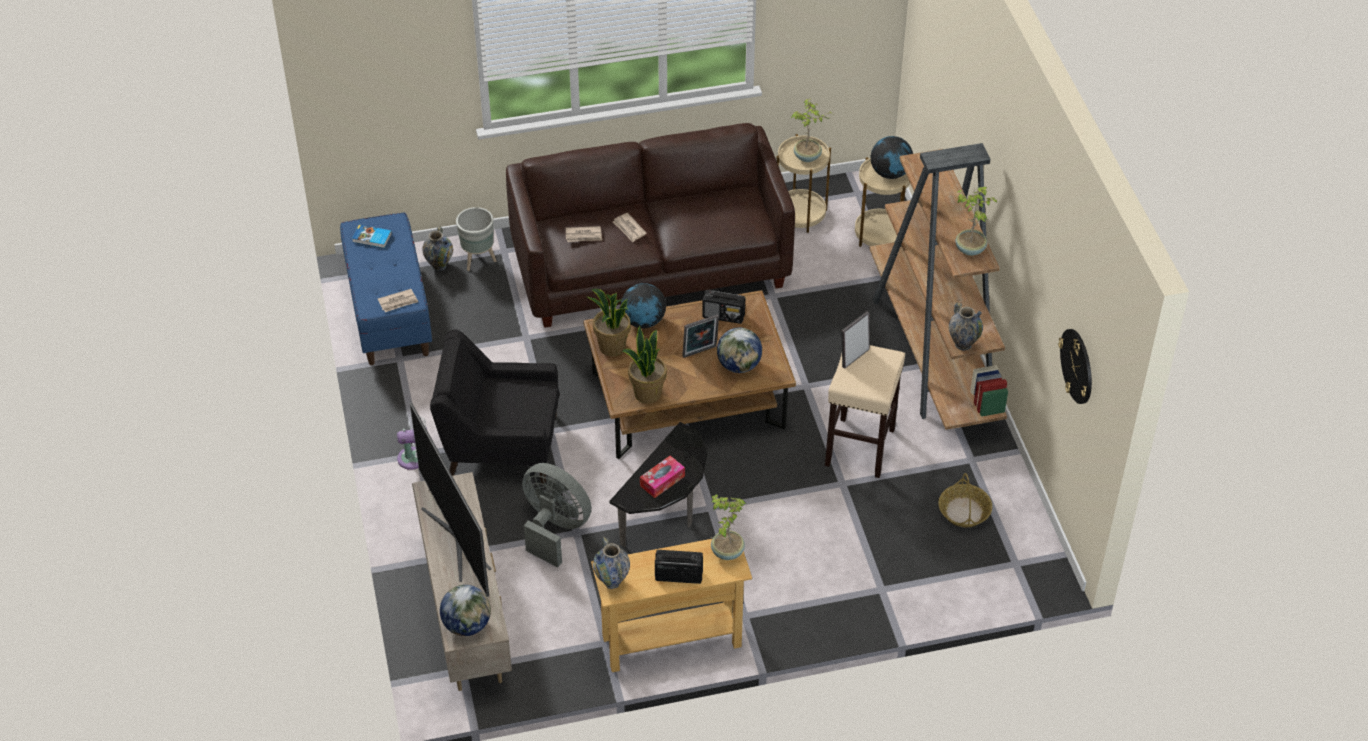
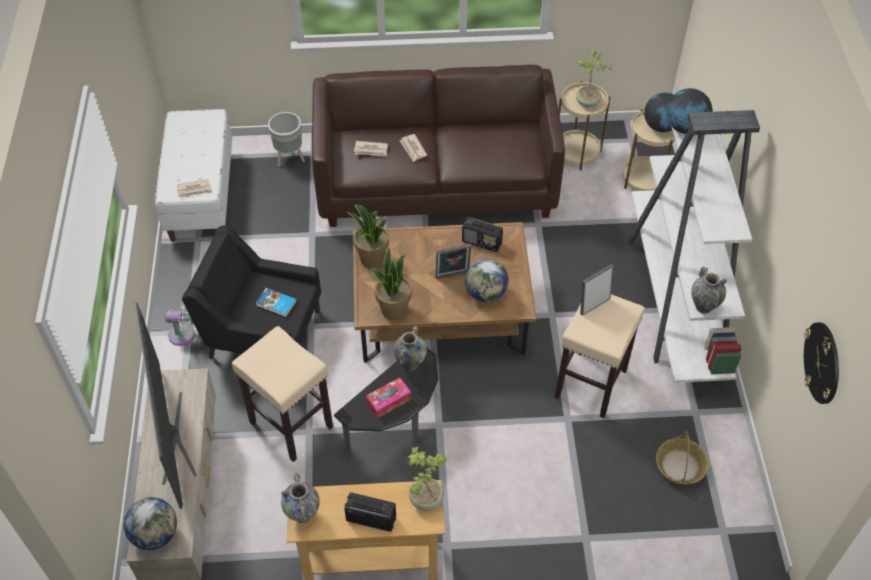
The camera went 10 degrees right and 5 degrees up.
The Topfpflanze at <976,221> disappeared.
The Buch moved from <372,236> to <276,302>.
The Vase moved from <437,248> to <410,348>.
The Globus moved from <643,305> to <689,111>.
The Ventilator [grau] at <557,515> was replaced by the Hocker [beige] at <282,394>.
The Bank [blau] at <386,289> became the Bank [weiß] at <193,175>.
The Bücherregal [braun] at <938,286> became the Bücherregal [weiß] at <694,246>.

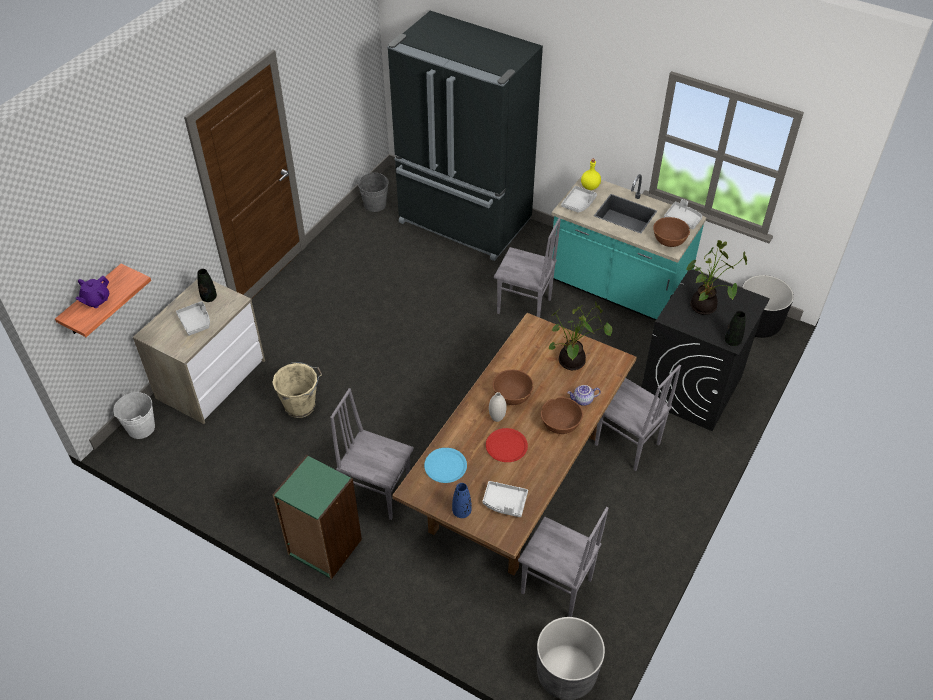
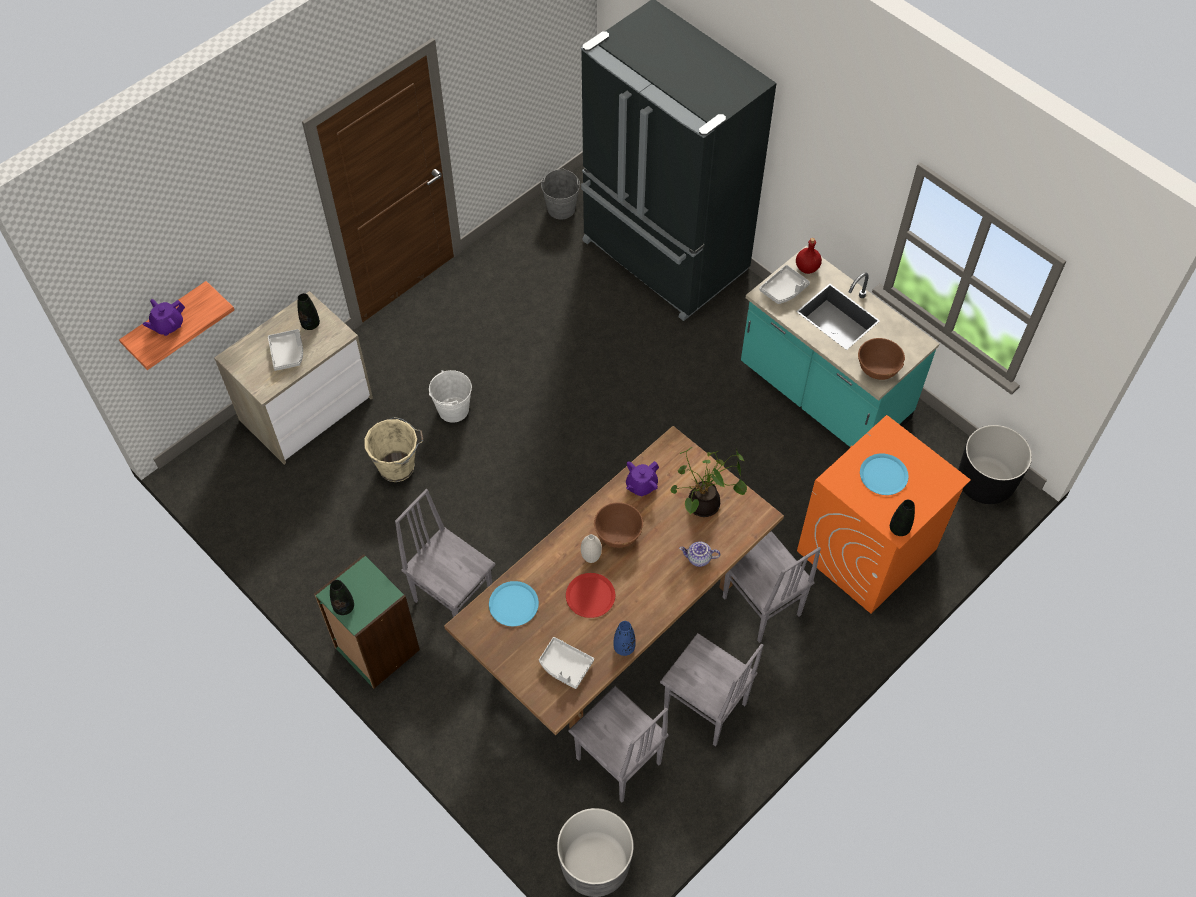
The camera went 15 degrees right and 10 degrees up.
The Schüssel [braun] at <562,415> disappeared.
The Tablett [grau] at <683,214> disappeared.
The Vase [schwarz] at <342,597> appeared.
The Teekanne [lila] at <642,478> appeared.
The Eimer [weiß] moved from <134,415> to <450,396>.
The Vase [blau] moved from <462,500> to <624,638>.
The Stuhl [grau] moved from <527,267> to <712,689>.
The Topfpflanze at <716,277> was replaced by the Teller [blau] at <884,474>.
The Flasche [gelb] at <591,174> became the Flasche [rot] at <809,256>.
The Waschmaschine [schwarz] at <706,350> became the Waschmaschine [orange] at <884,514>.

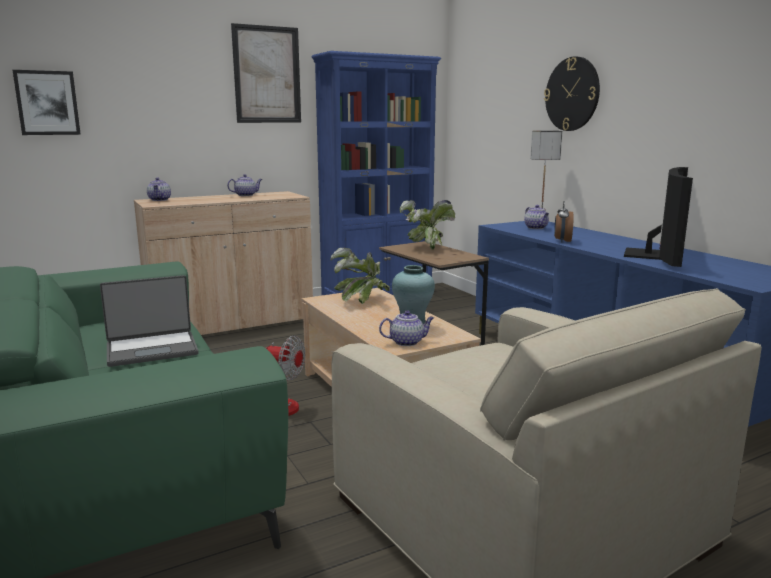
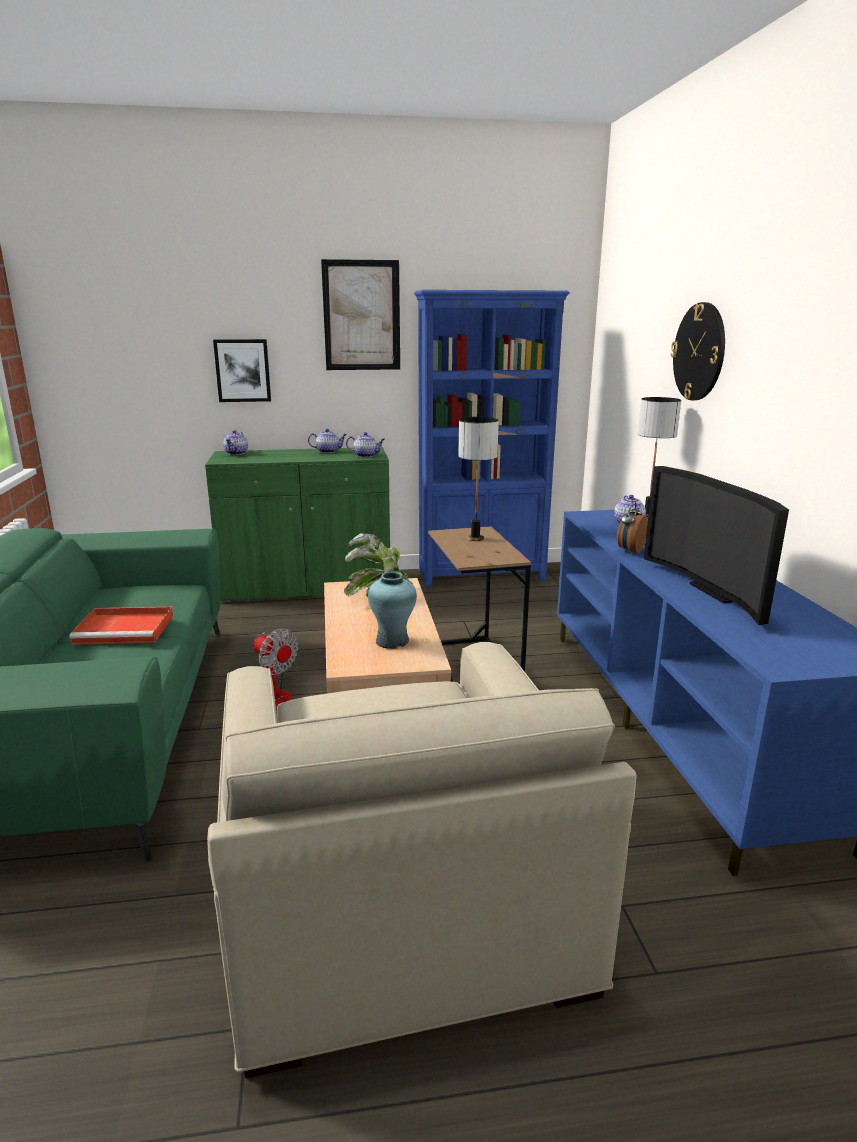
The camera went 20 degrees right and 5 degrees up.
The Bild moved from <47,102> to <242,370>.
The Teekanne moved from <406,328> to <365,444>.
The Laptop at <149,321> was replaced by the Tablett [rot] at <121,625>.
The Topfpflanze at <427,225> was replaced by the Tischlampe at <478,479>.
The Schrank [beige] at <223,263> became the Schrank [grün] at <298,524>.
The Fernseher at <658,217> turned 120 degrees clockwise.

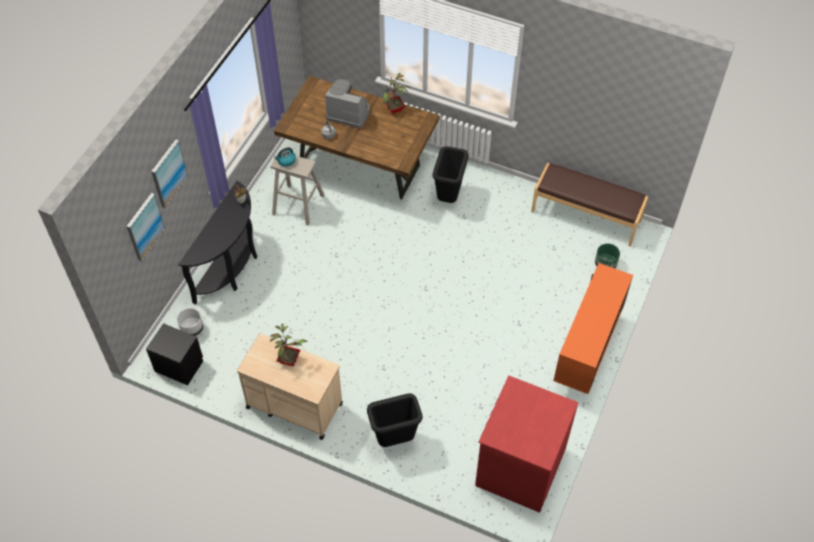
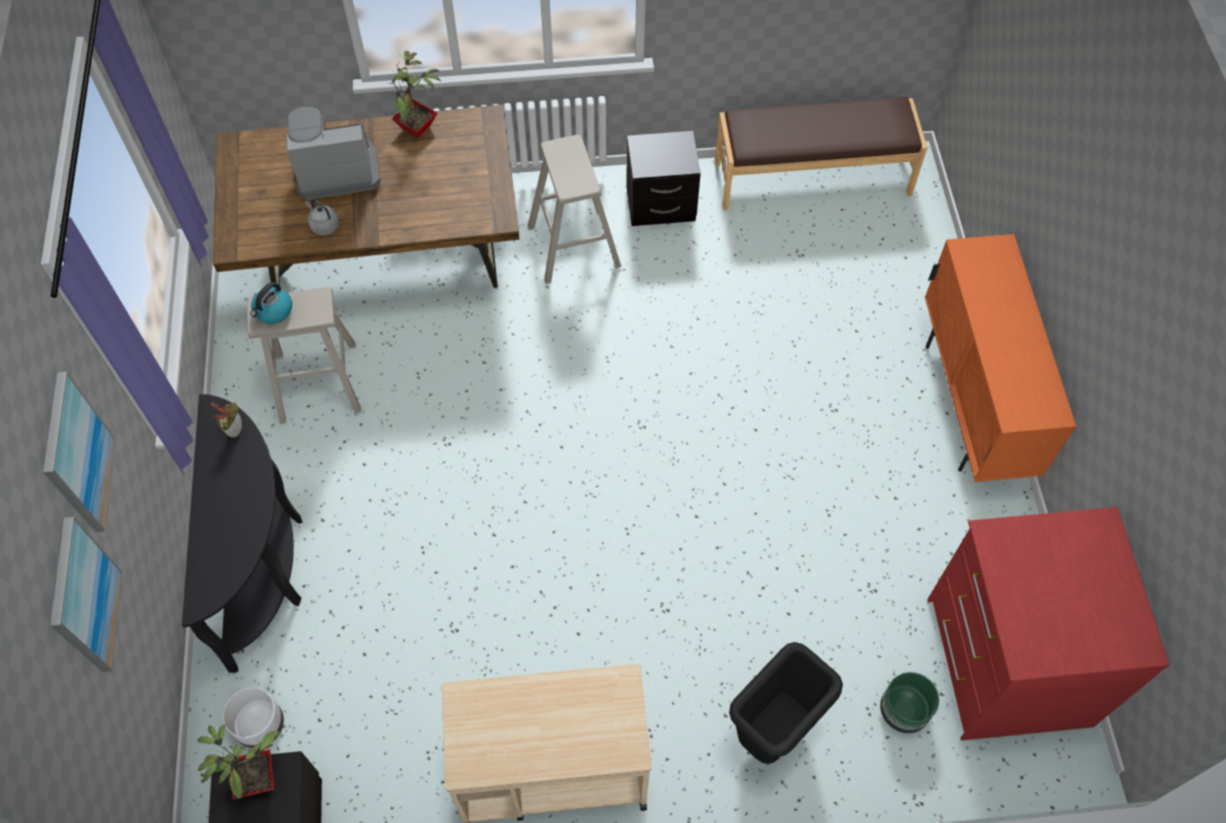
The camera went 30 degrees left and 5 degrees up.
The Nachttisch [schwarz] at <663,178> appeared.
The Topfpflanze moved from <289,345> to <238,762>.
The Pflanzkübel [grün] moved from <607,255> to <909,702>.
The Mülleimer [schwarz] at <450,174> was replaced by the Hocker [beige] at <574,209>.

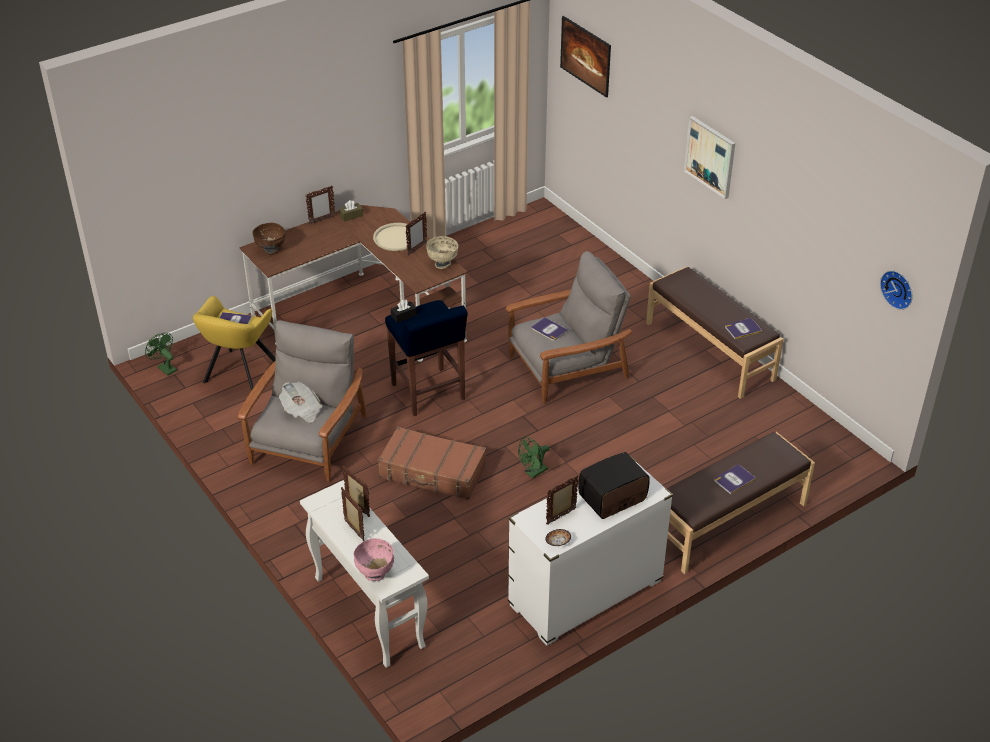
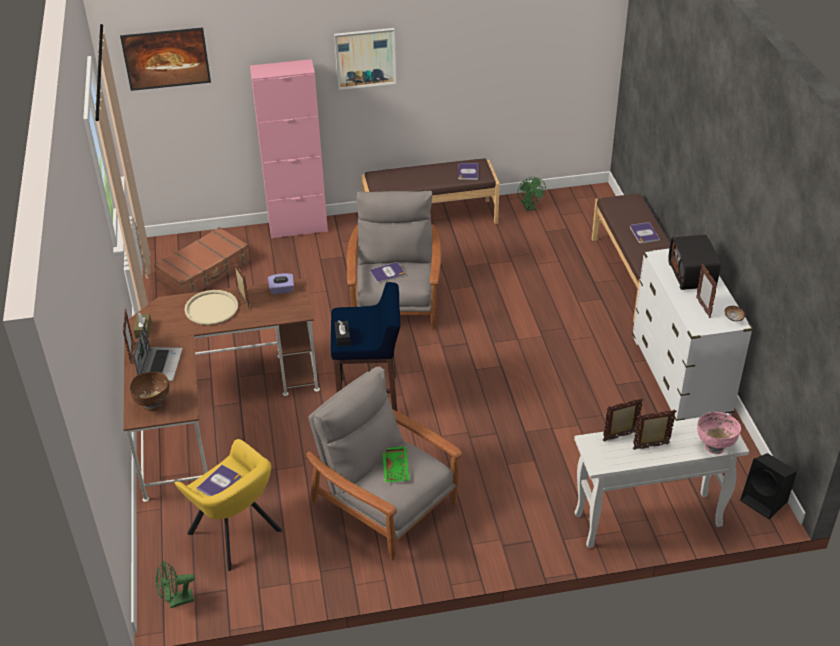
The camera went 65 degrees left and 0 degrees up.
The Wanduhr at <896,290> disappeared.
The Laptop at <157,352> appeared.
The Schrank [rosa] at <289,149> appeared.
The Lautsprecher [schwarz] at <768,486> appeared.
The Koffer [braun] moved from <432,463> to <202,261>.
The Ventilator [grün] moved from <534,457> to <532,194>.
The Zeitung at <300,402> was replaced by the Tablett [grün] at <396,464>.
The Schüssel [beige] at <442,252> was replaced by the Taschentuchbox [lila] at <281,283>.

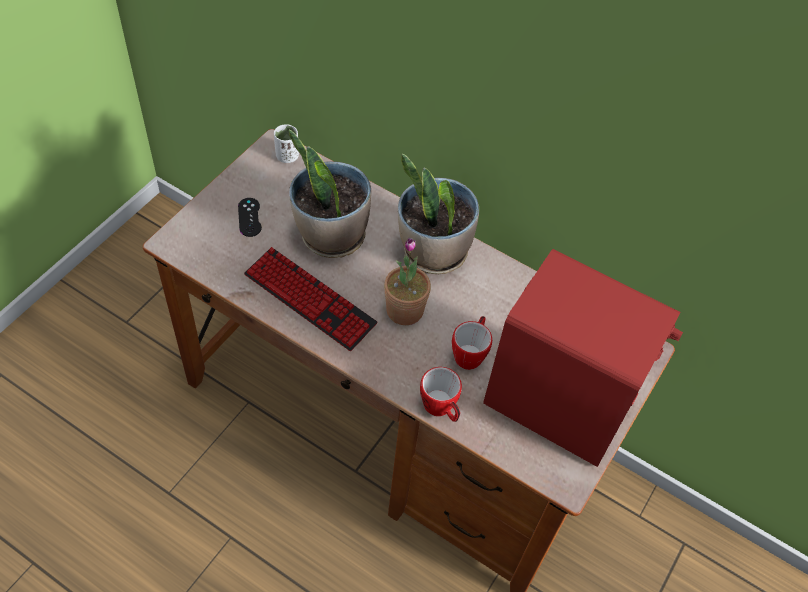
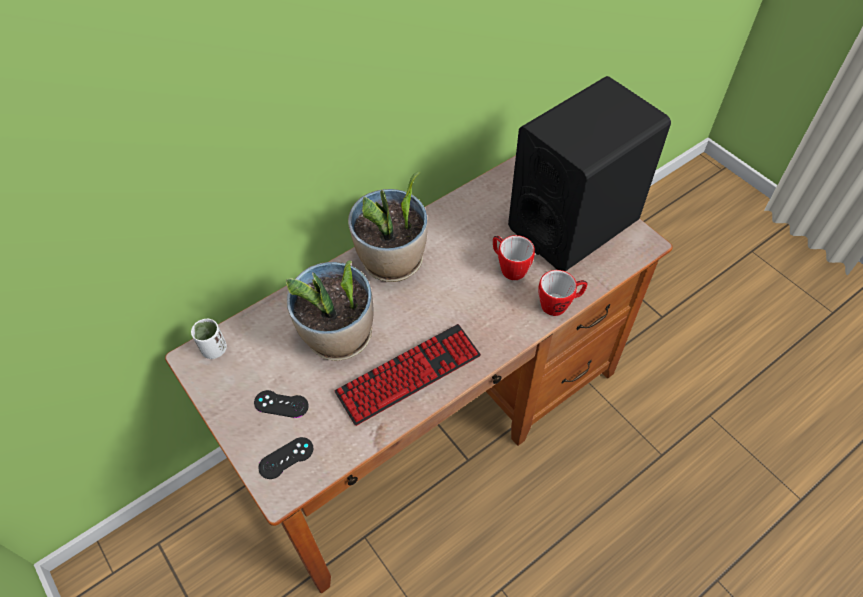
The camera went 65 degrees left and 0 degrees up.
The Topfpflanze at <407,281> disappeared.
The Gamepad [schwarz] at <285,458> appeared.
The Lautsprecher [rot] at <583,358> became the Lautsprecher [schwarz] at <589,173>.

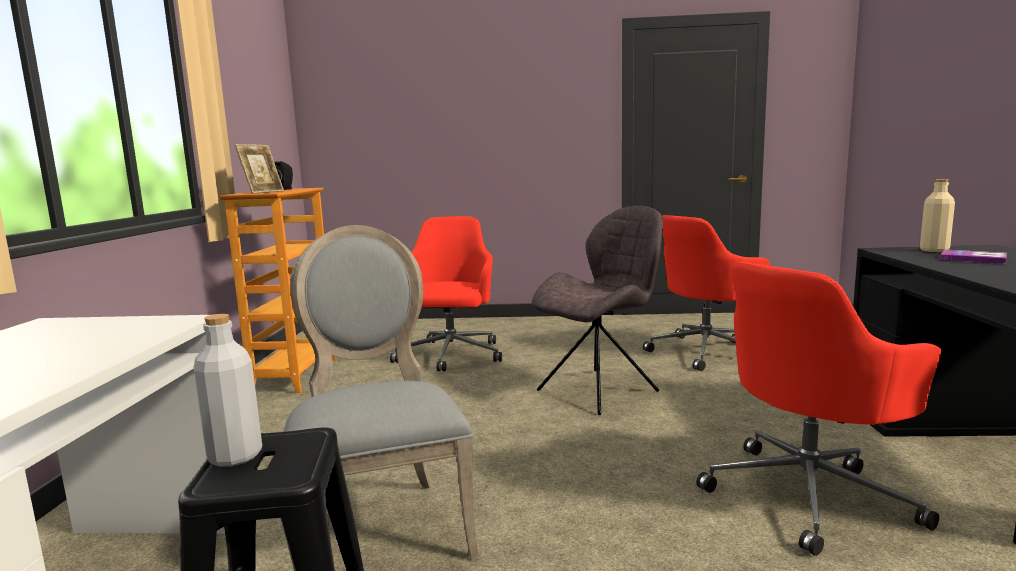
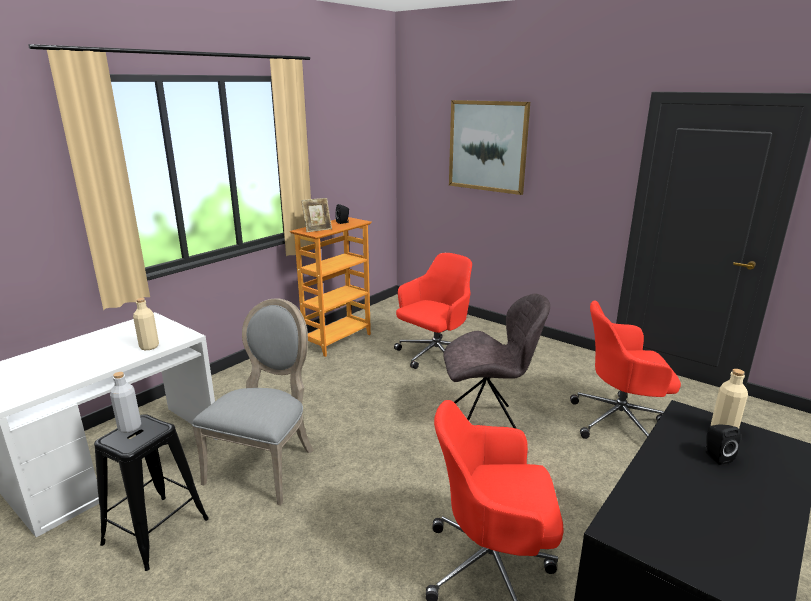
The camera went 35 degrees right and 10 degrees up.
The Flasche [beige] at <146,324> appeared.
The Bild at <489,147> appeared.
The Buch at <973,257> was replaced by the Lautsprecher [schwarz] at <722,444>.

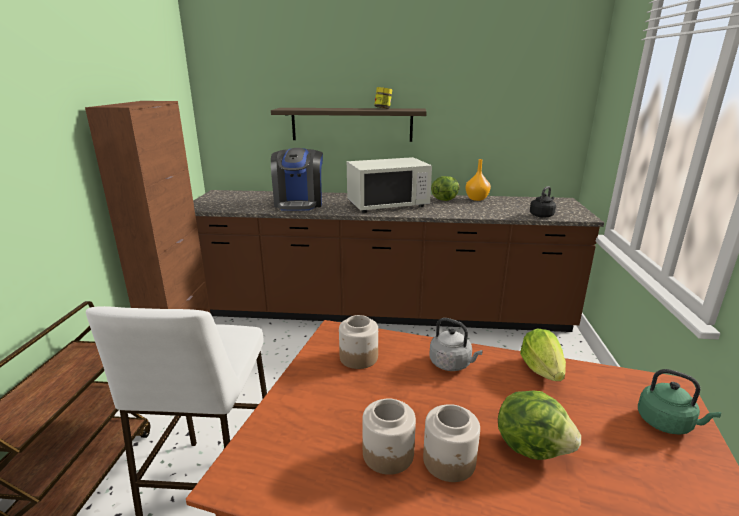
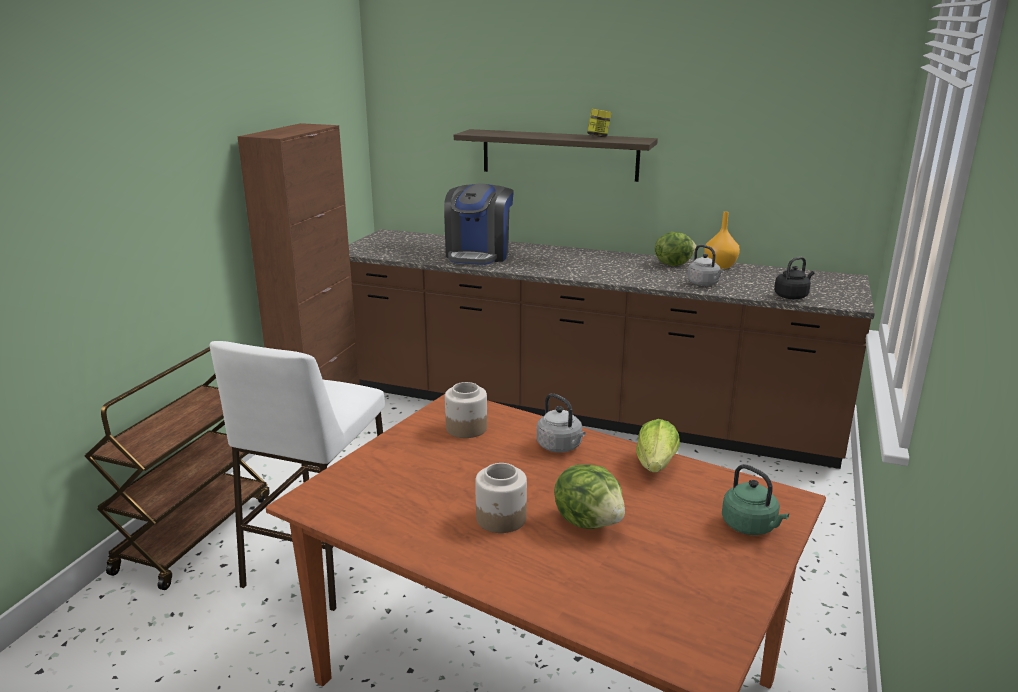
The camera went 15 degrees right and 0 degrees up.
The Mikrowelle [weiß] at <389,185> disappeared.
The Vorratsglas at <389,436> disappeared.
The Wasserkessel [grau] at <706,265> appeared.

